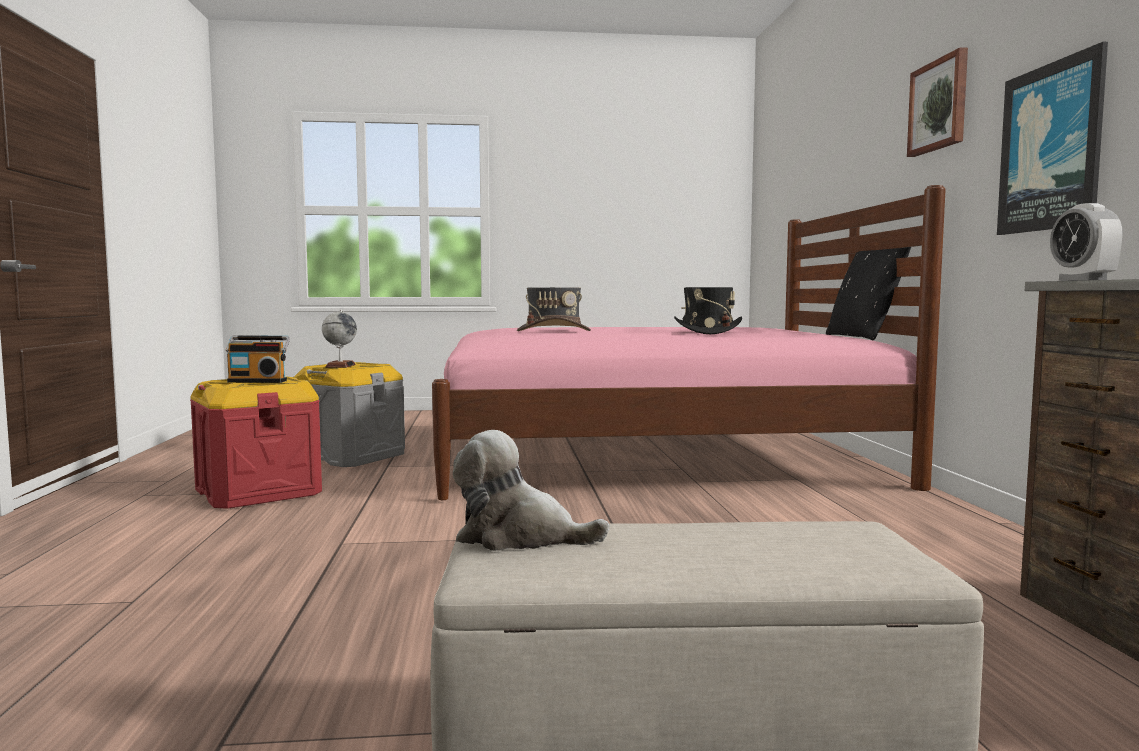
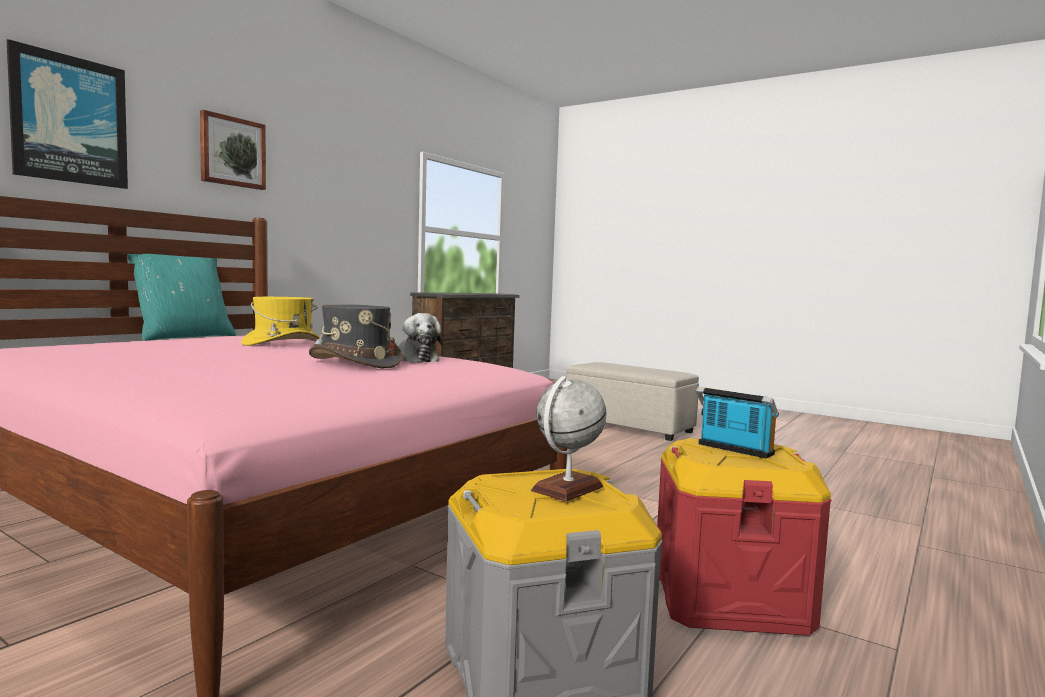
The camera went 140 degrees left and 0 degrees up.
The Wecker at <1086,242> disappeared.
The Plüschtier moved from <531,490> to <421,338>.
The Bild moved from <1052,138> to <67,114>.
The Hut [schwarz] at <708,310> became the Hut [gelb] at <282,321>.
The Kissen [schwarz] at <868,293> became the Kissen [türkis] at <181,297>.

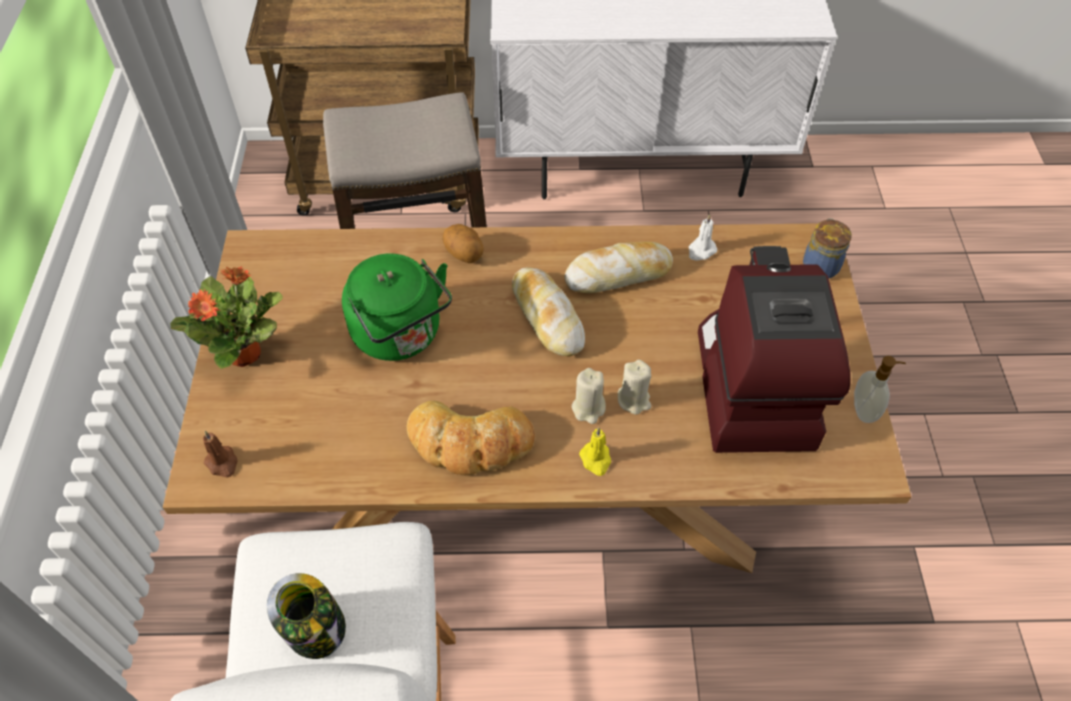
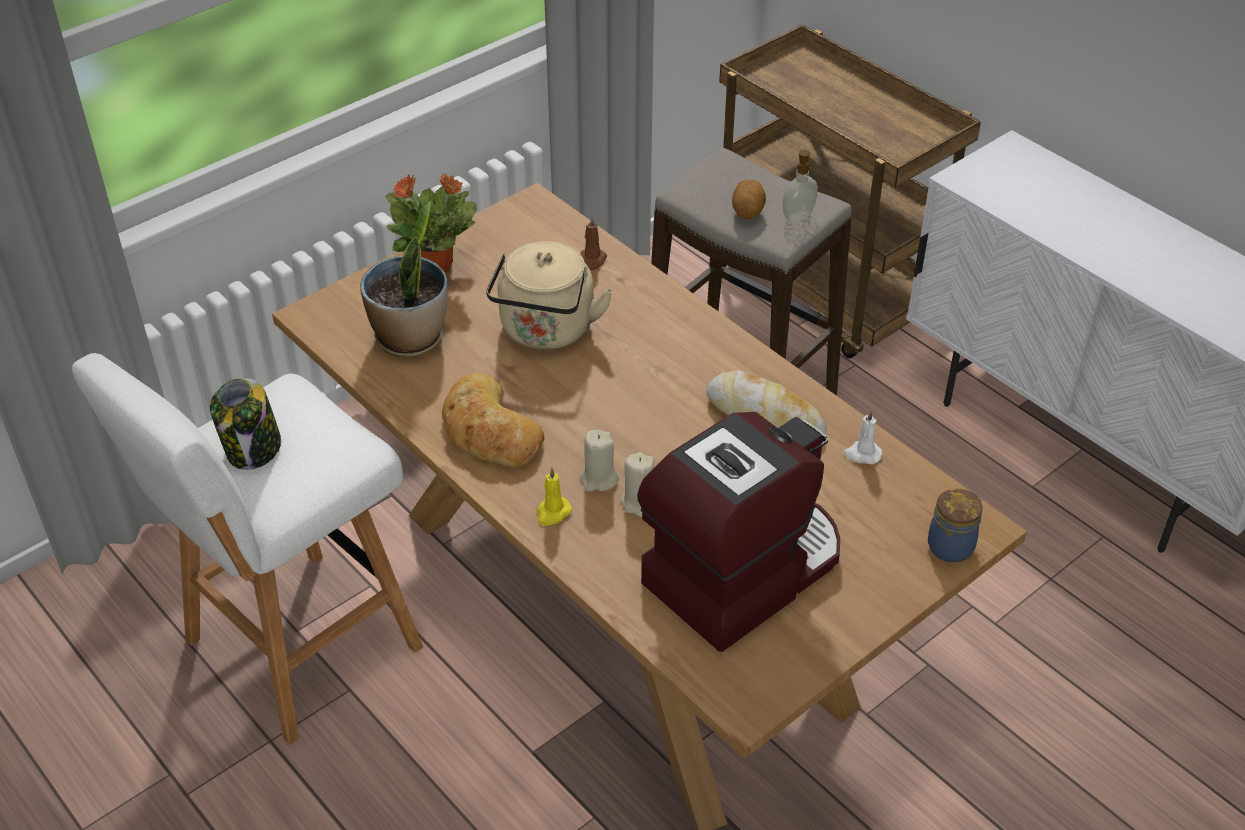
The camera went 50 degrees right and 10 degrees down.
The Brot at <548,311> disappeared.
The Topfpflanze at <403,278> appeared.
The Kerze [braun] moved from <220,454> to <594,244>.
The Kartoffel moved from <463,243> to <749,199>.
The Seifenspender moved from <880,389> to <800,186>.
The Wasserkessel [grün] at <397,307> became the Wasserkessel [beige] at <549,295>.

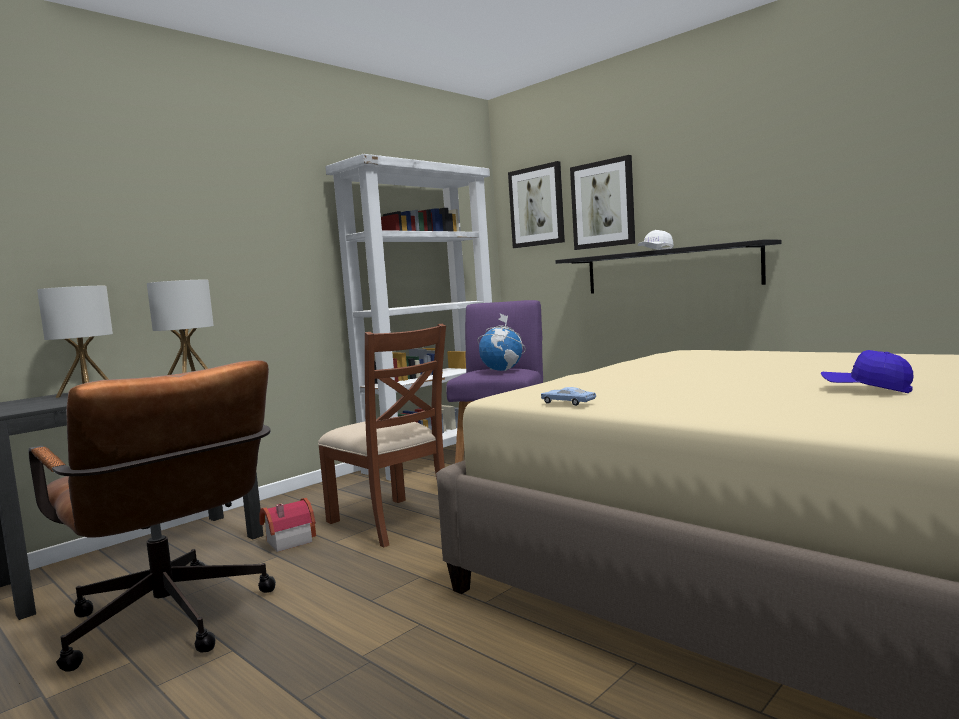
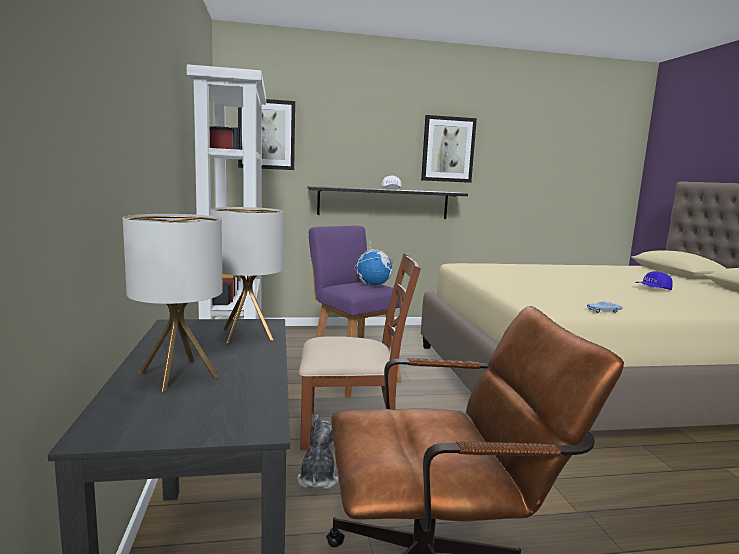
The camera went 55 degrees left and 5 degrees up.
The Bild moved from <602,202> to <449,149>.
The Spielzeughaus at <288,525> was replaced by the Plüschtier at <318,452>.

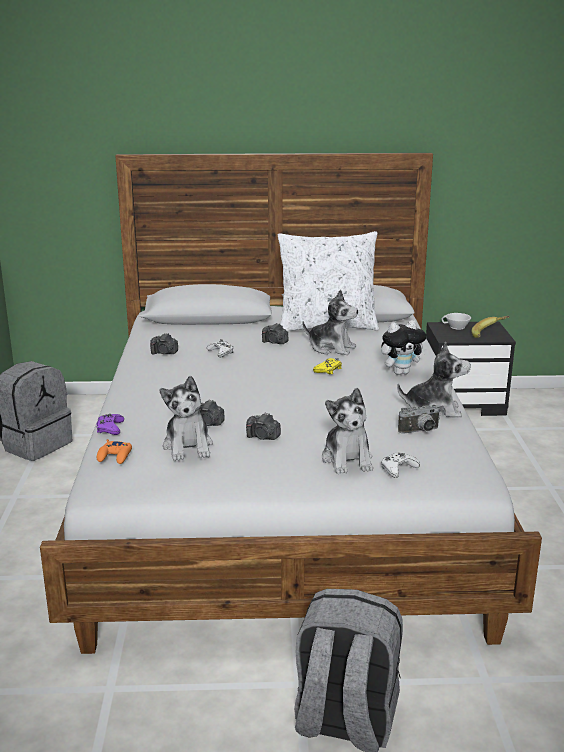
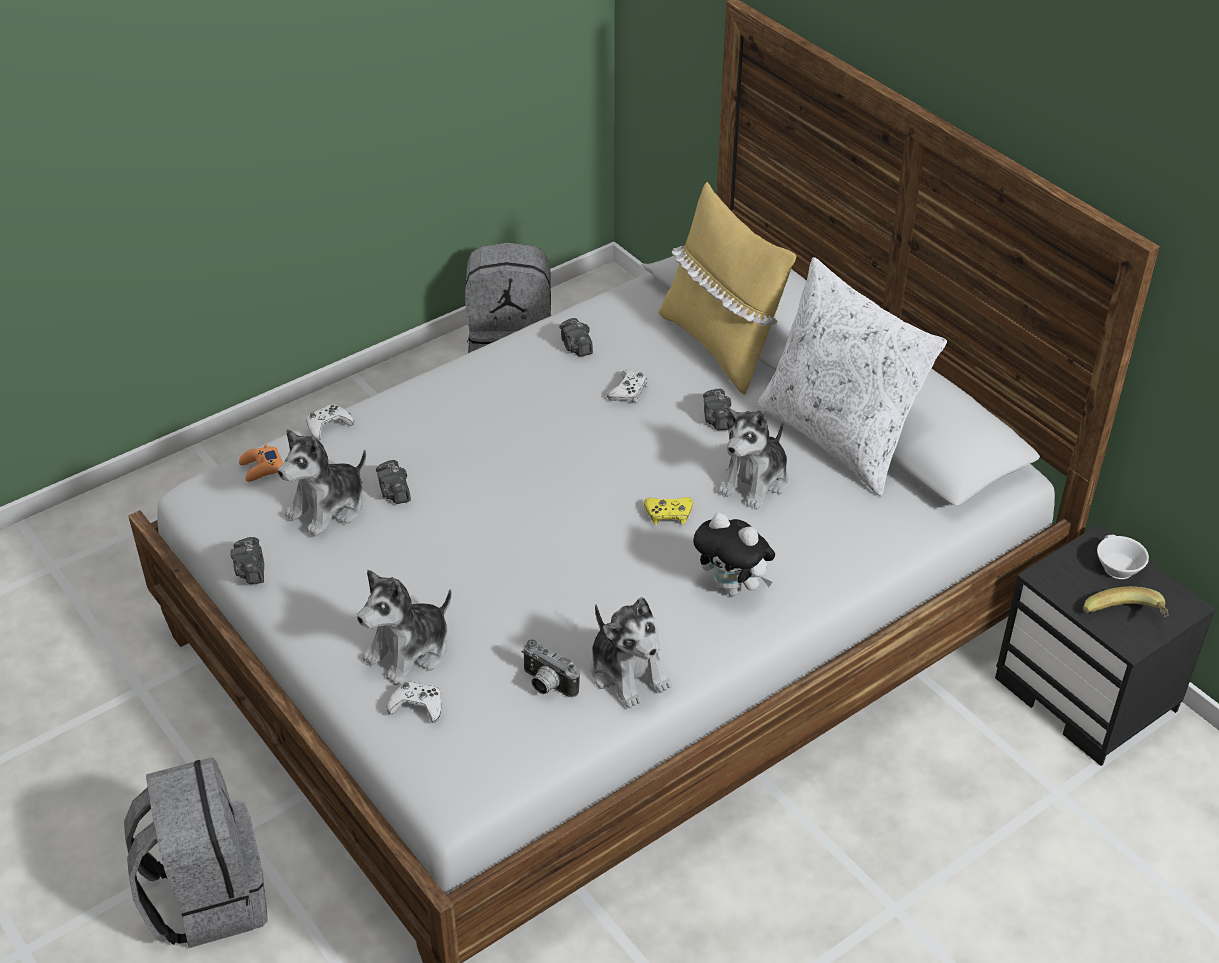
The camera went 55 degrees right and 20 degrees up.
The Kissen [gelb] at <727,288> appeared.
The Kamera moved from <263,426> to <247,560>.
The Gamepad [lila] at <110,424> became the Gamepad [weiß] at <330,422>.
The Plüschtier at <330,322> turned 45 degrees clockwise.

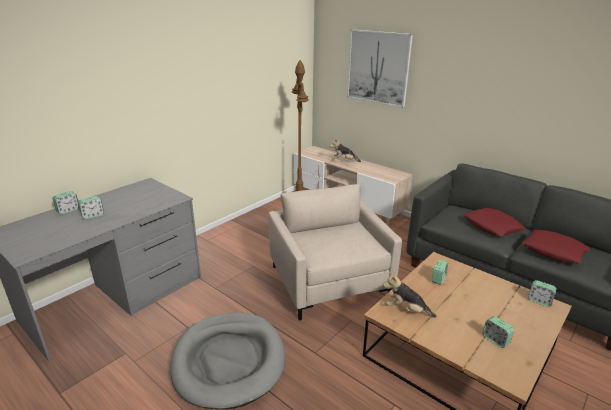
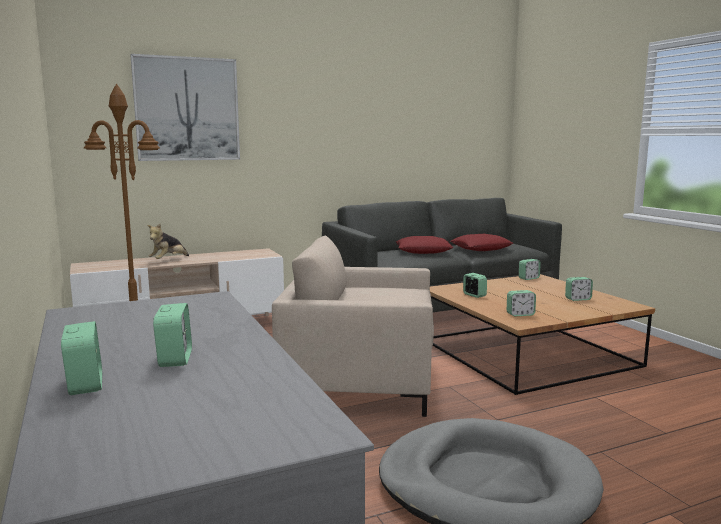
The camera went 65 degrees left and 15 degrees down.
The Plüschtier at <410,294> was replaced by the Wecker at <521,303>.

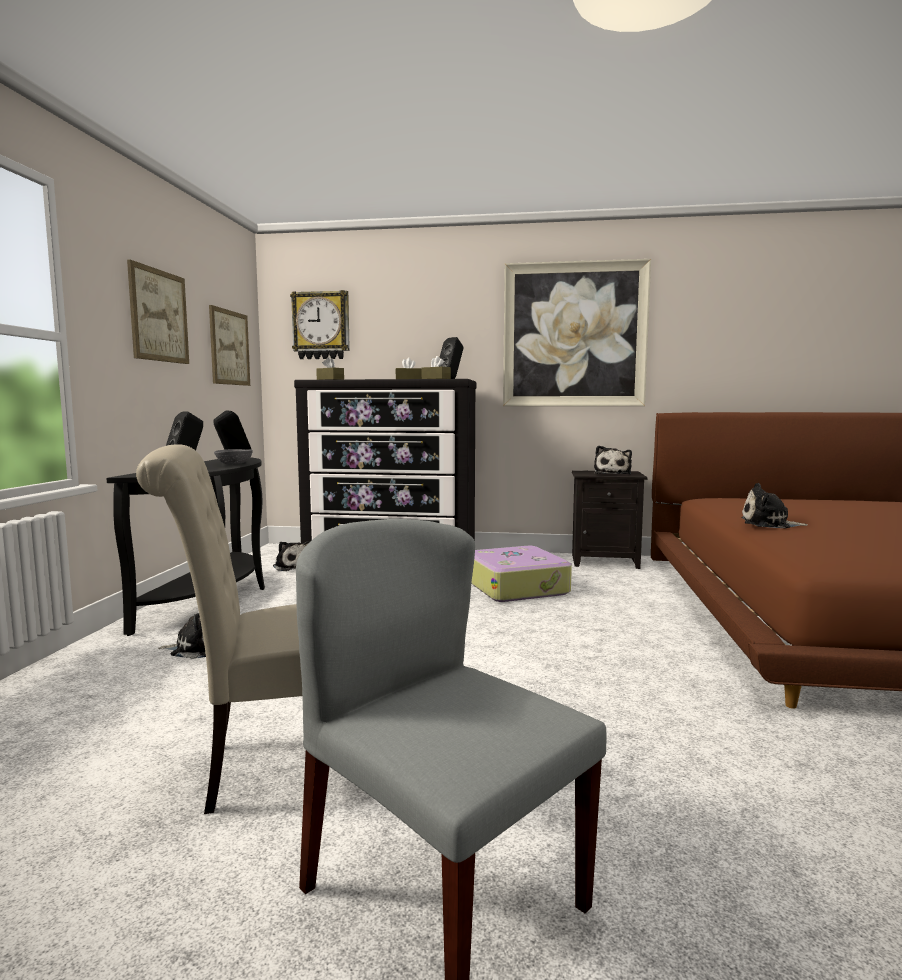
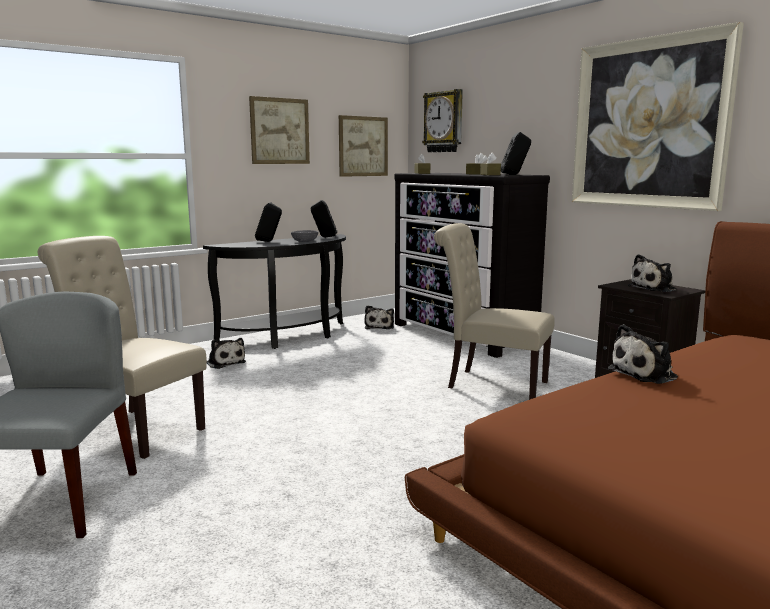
The camera went 45 degrees right and 5 degrees up.
The Koffer at <521,574> was replaced by the Stuhl [beige] at <494,311>.
The Plüschtier at <774,505> turned 90 degrees counterclockwise.

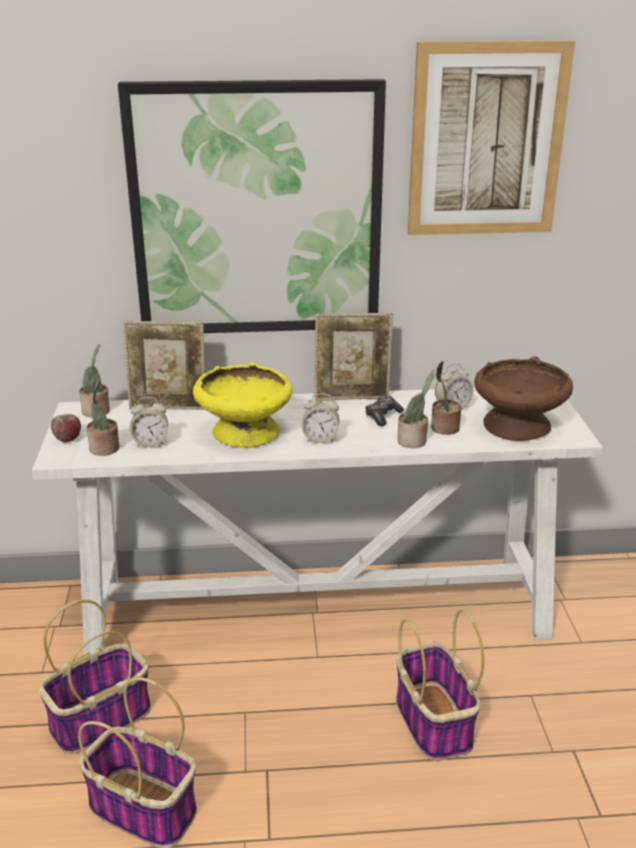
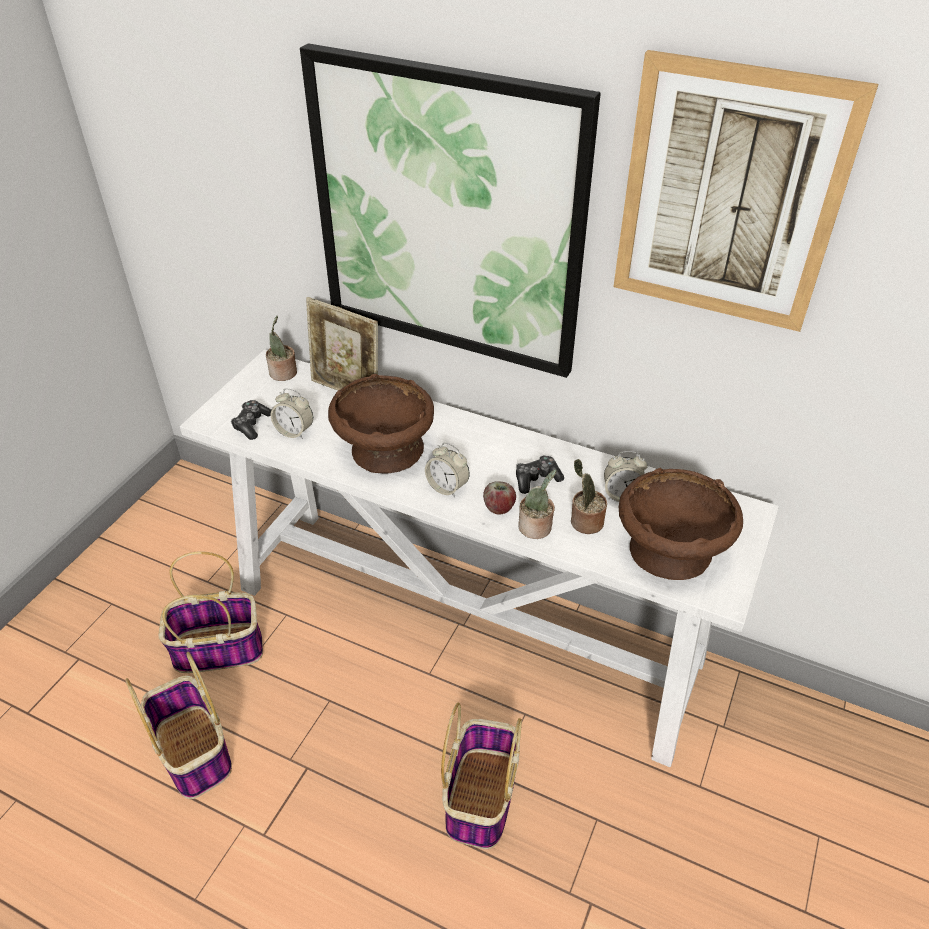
The camera went 30 degrees right and 15 degrees up.
The Bilderrahmen at <354,357> disappeared.
The Apfel moved from <66,428> to <499,497>.
The Topfpflanze at <102,418> was replaced by the Gamepad at <251,420>.
The Schüssel [gelb] at <243,405> became the Schüssel [braun] at <381,423>.

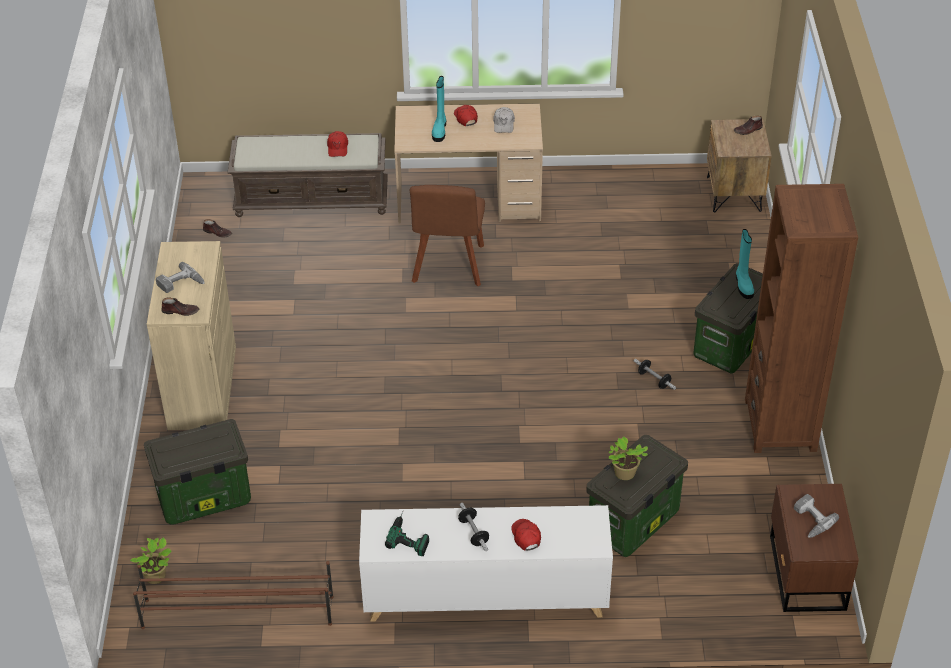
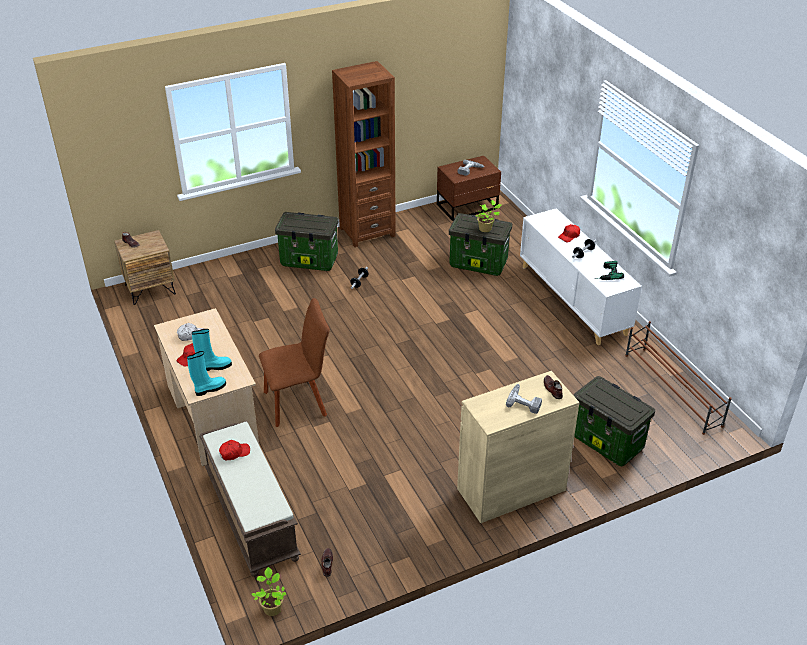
The camera went 115 degrees left and 5 degrees down.
The Topfpflanze moved from <151,560> to <268,591>.
The Stiefel [türkis] moved from <745,264> to <206,373>.

